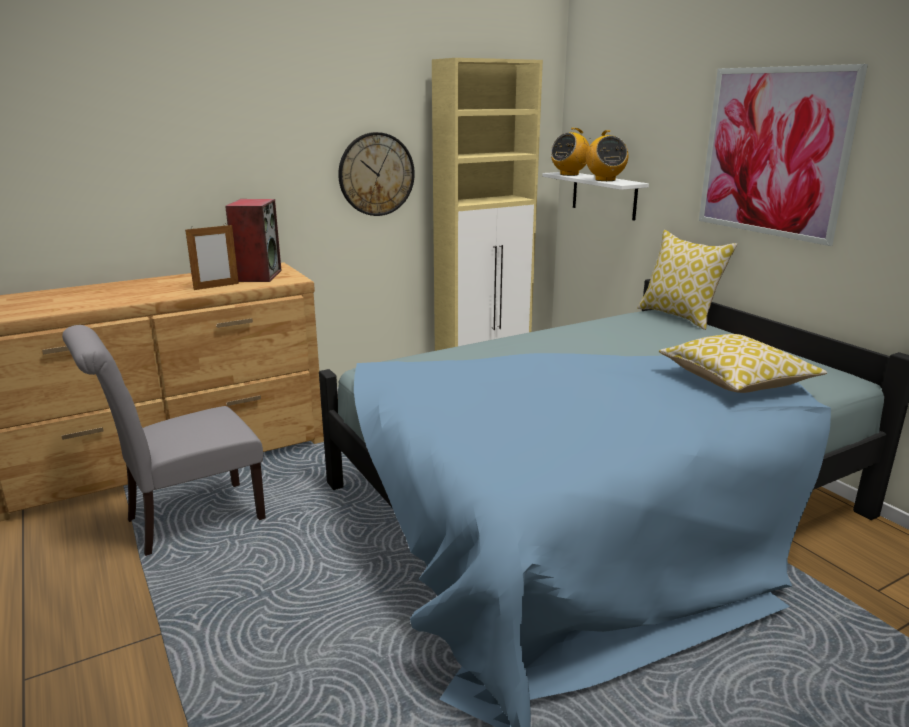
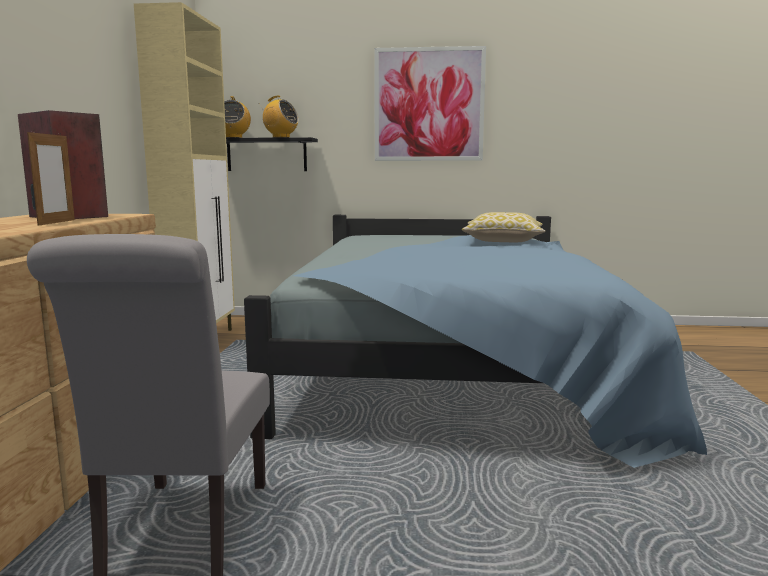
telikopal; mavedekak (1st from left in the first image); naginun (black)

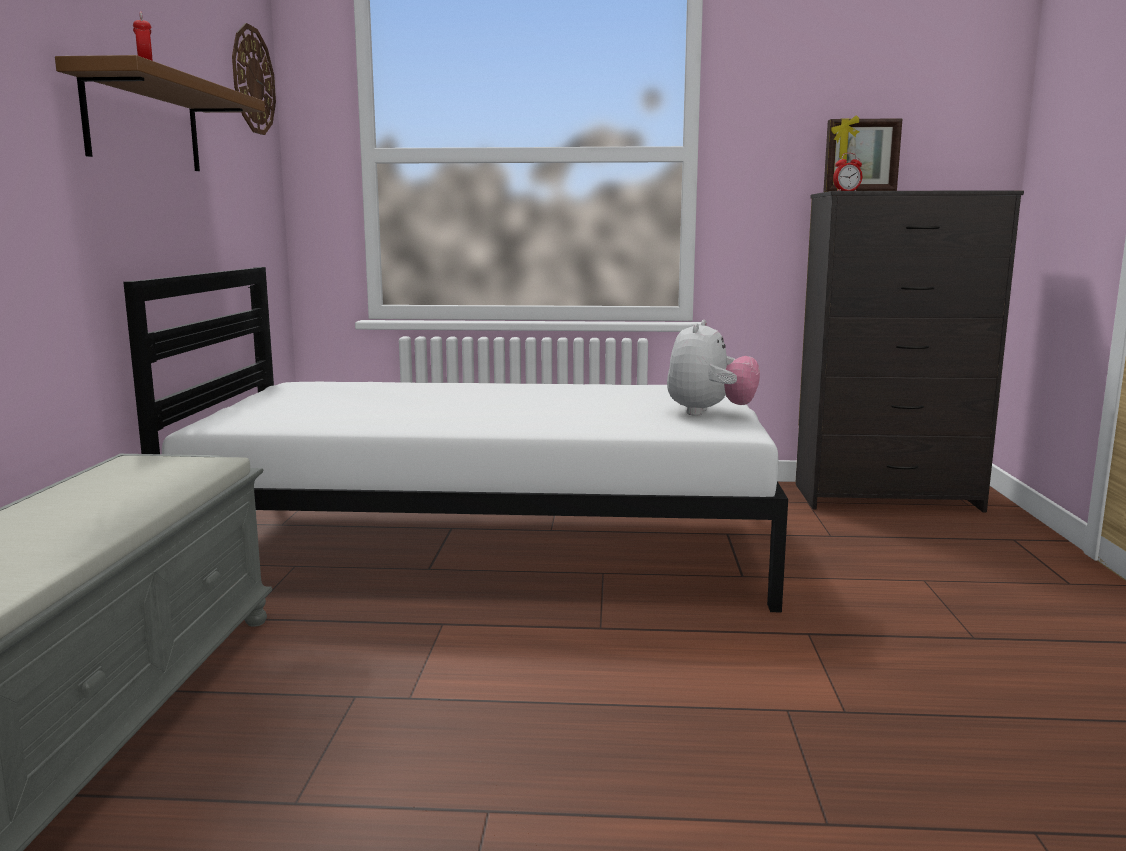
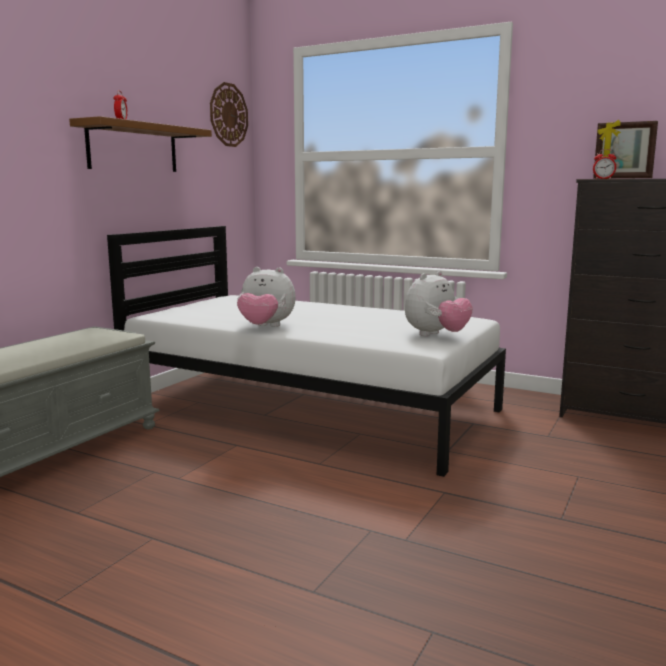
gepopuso (1st from left)

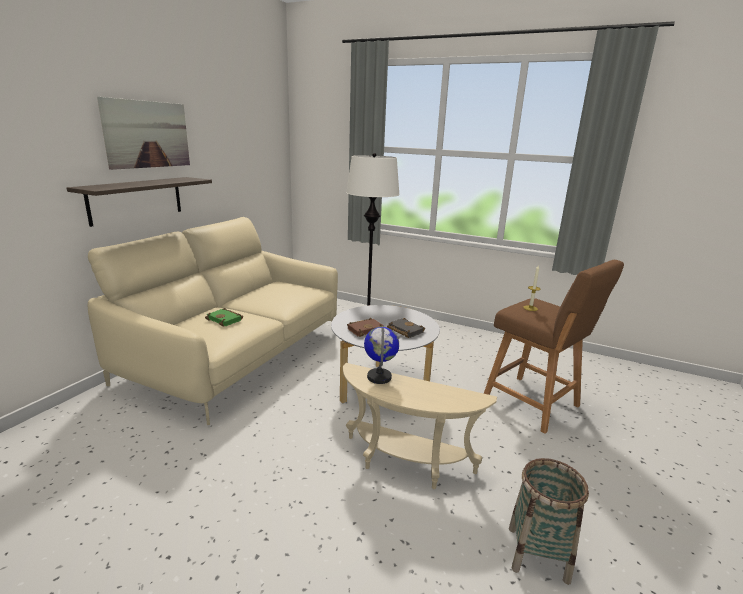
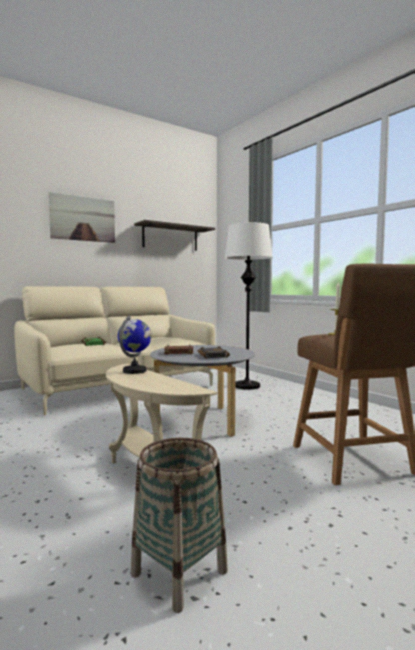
naginun

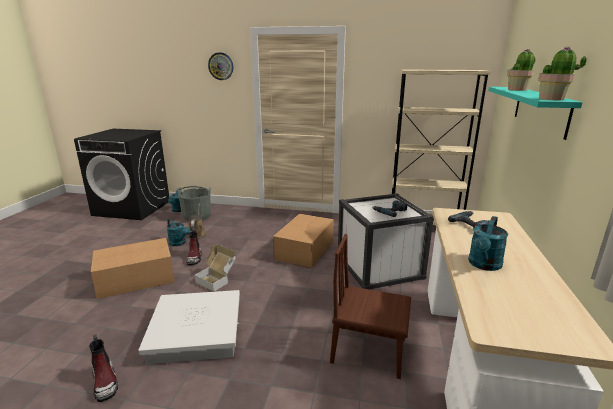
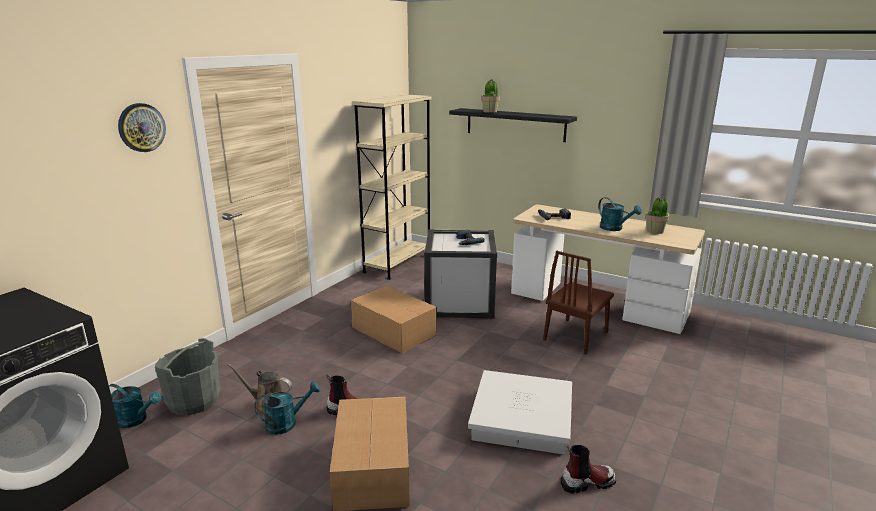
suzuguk (2nd from left in the first image); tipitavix (2nd from left); naginun (black)

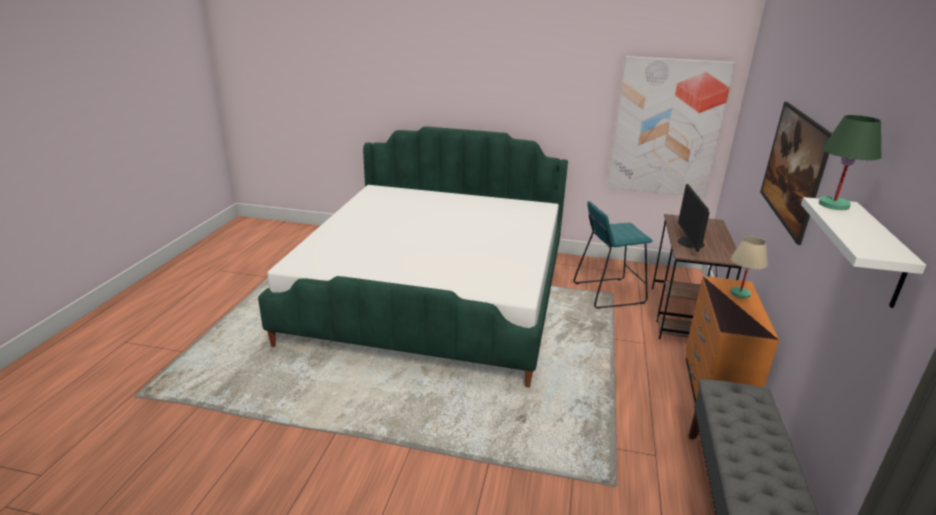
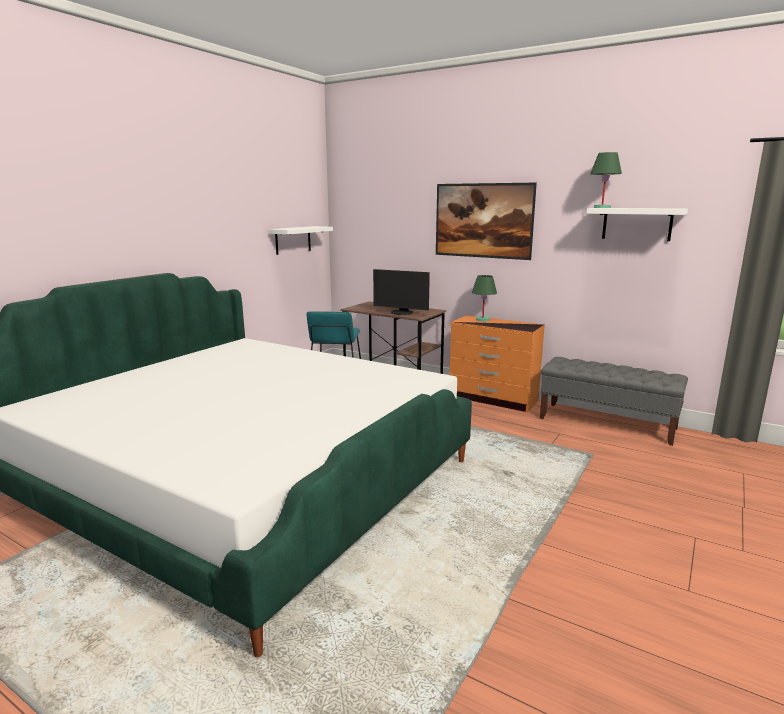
naginun (white) (1st from left); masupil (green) (1st from left)

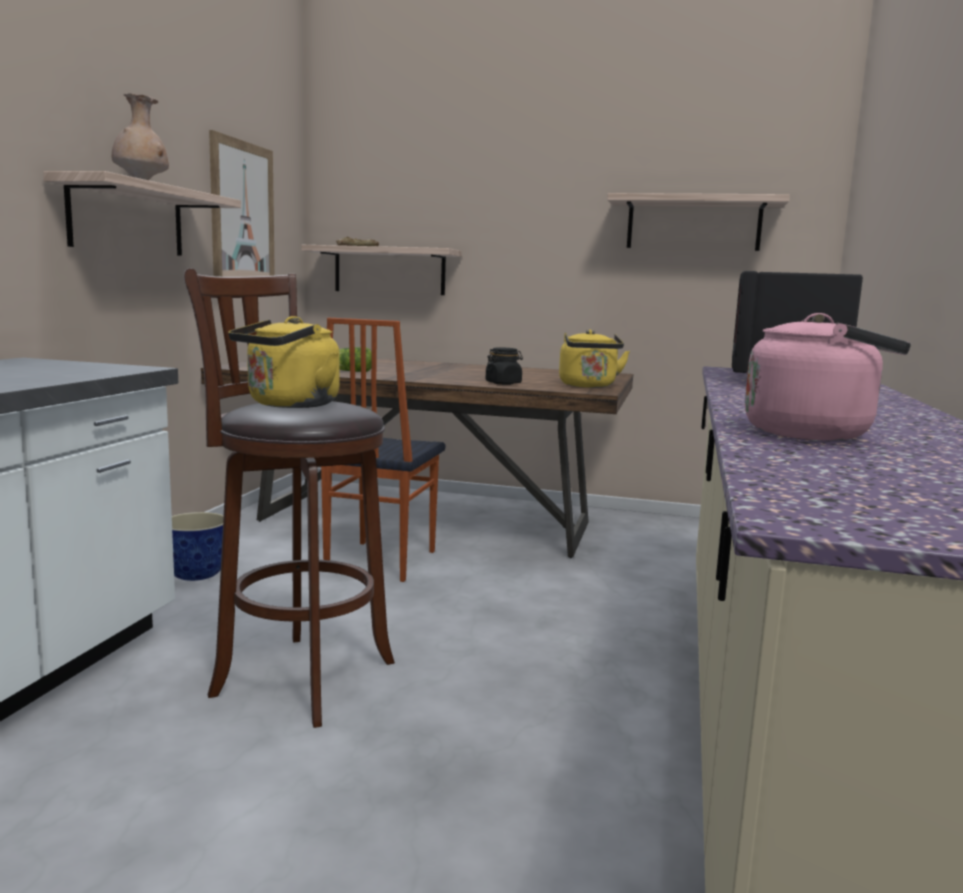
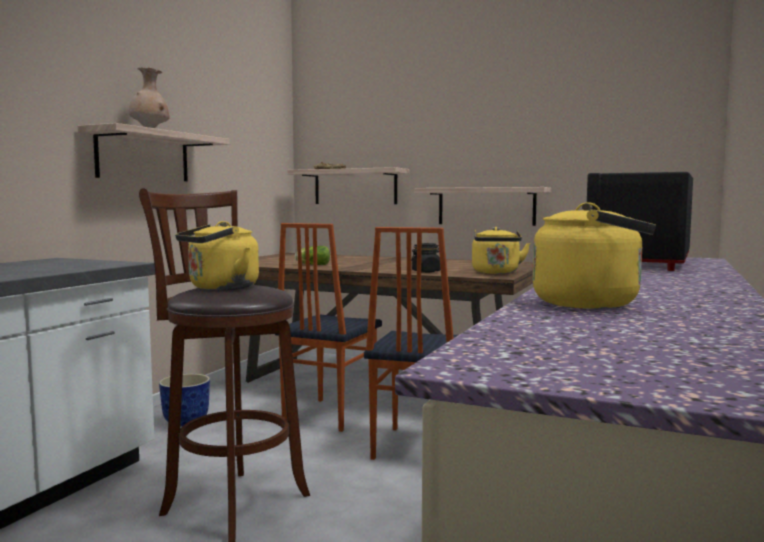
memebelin; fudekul (2nd from left); naginun (3rd from left); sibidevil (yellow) (3rd from left)

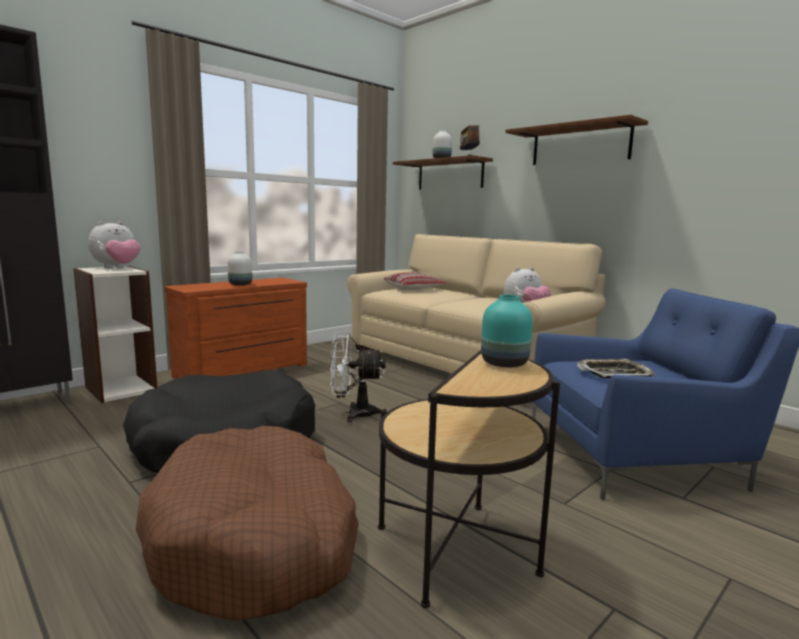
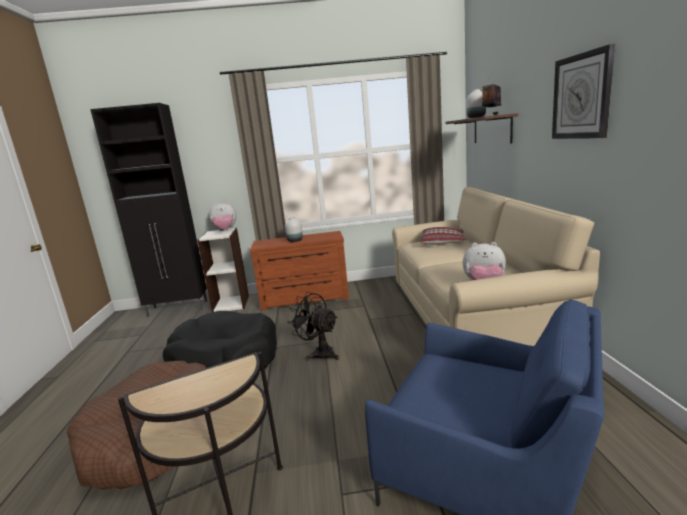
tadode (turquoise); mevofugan; telikopal; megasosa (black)

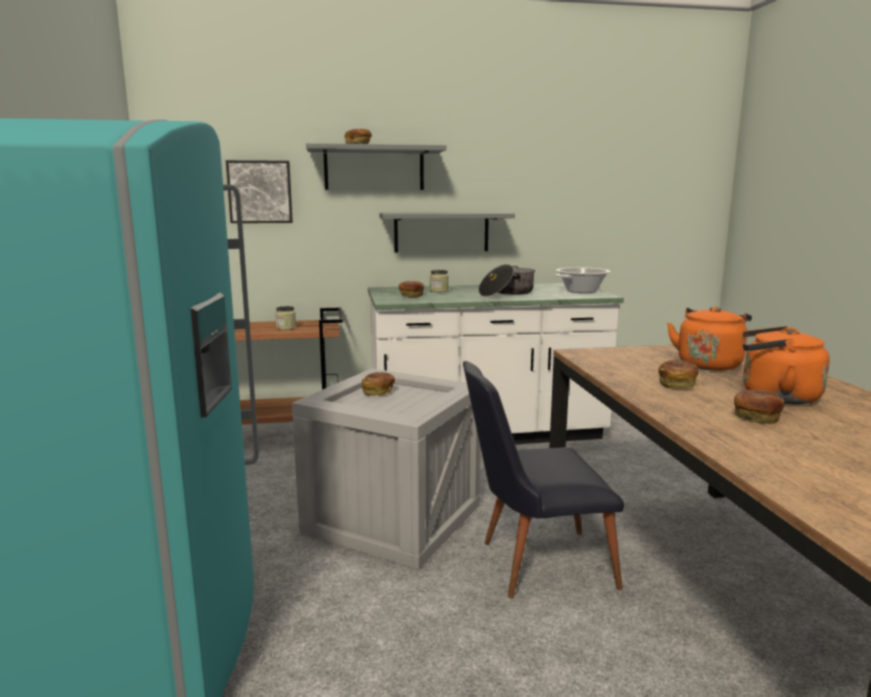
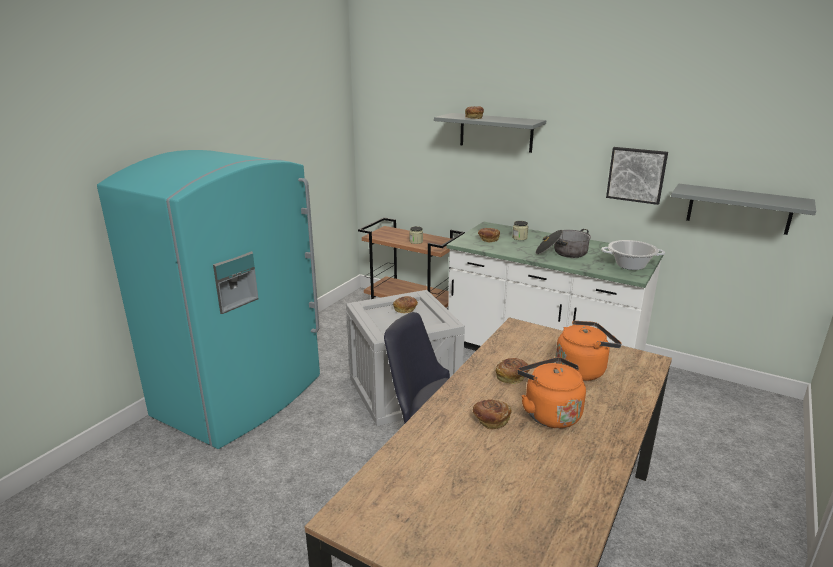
memebelin; naginun (grey) (2nd from left)

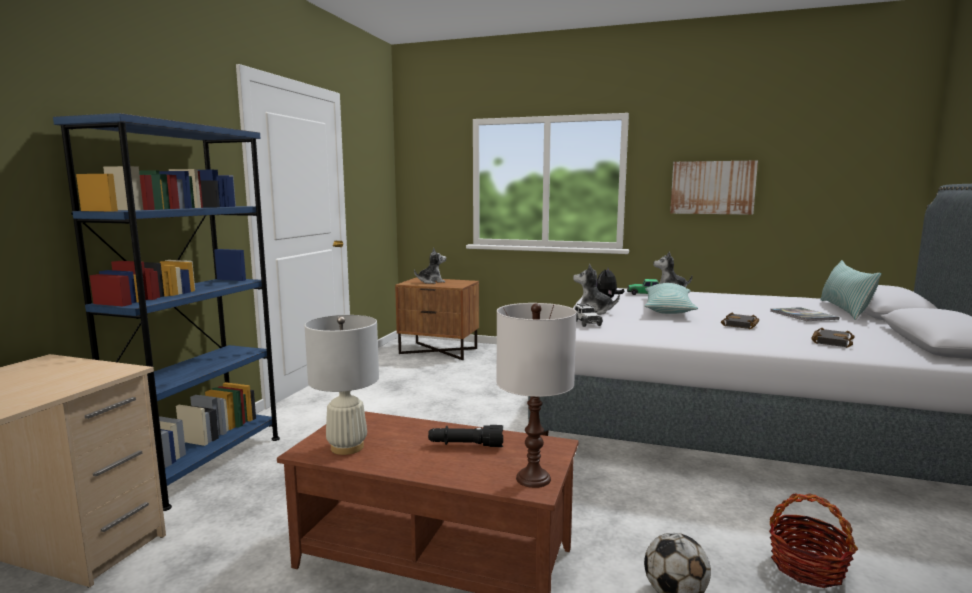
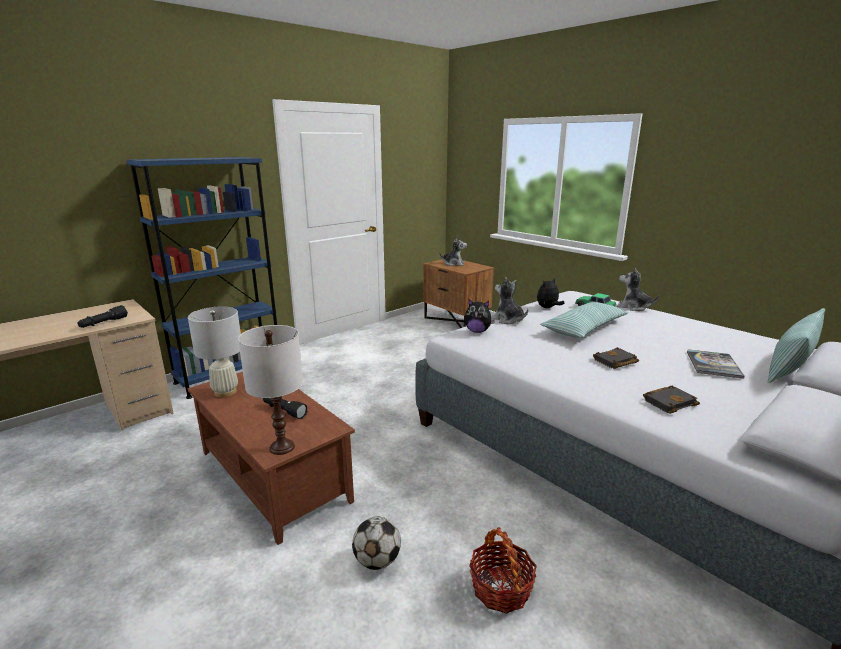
memebelin; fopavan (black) (1st from left); gepopuso (2nd from left)

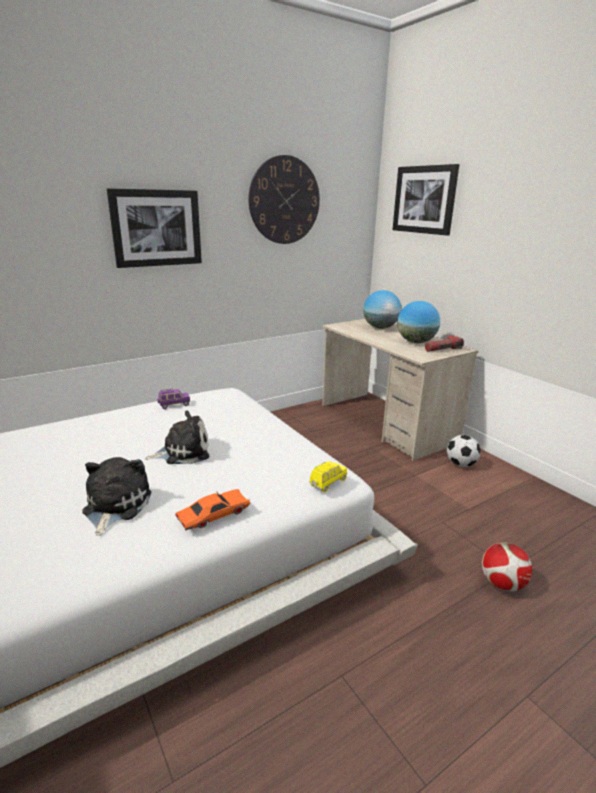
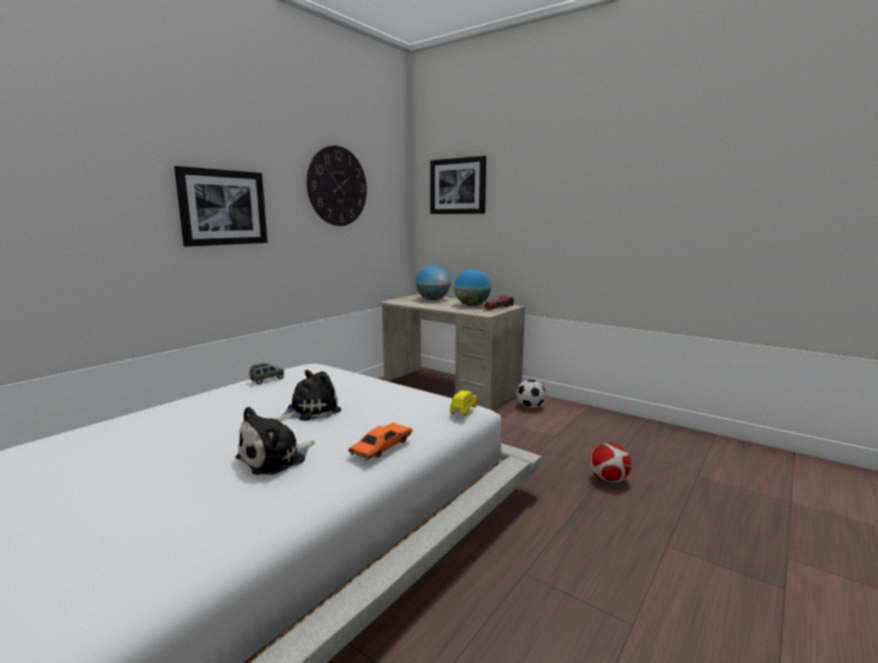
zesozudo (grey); gepopuso (1st from left)

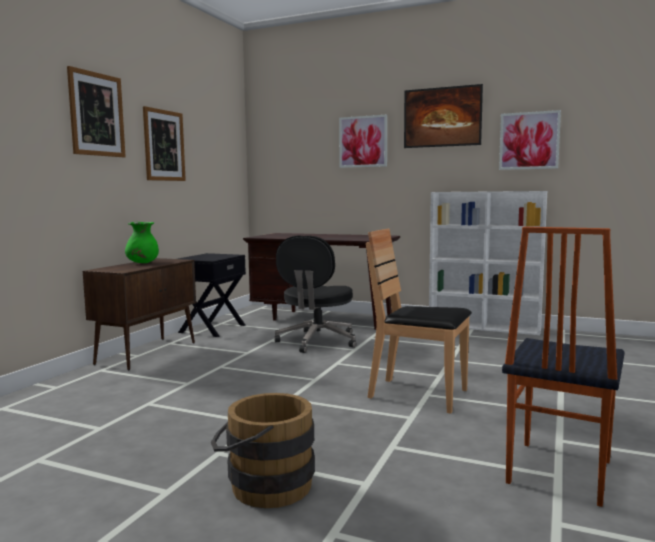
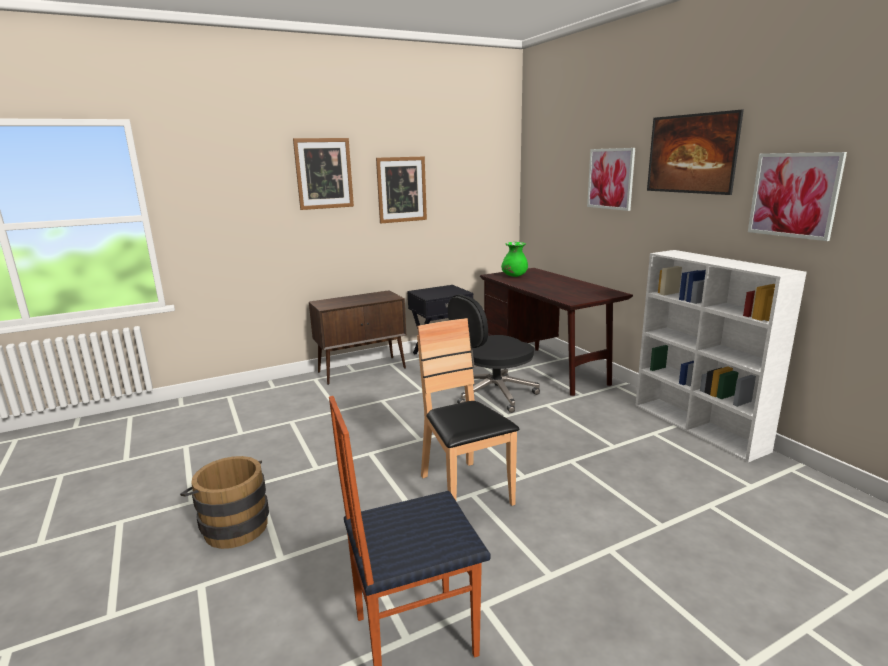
tadode (green)

